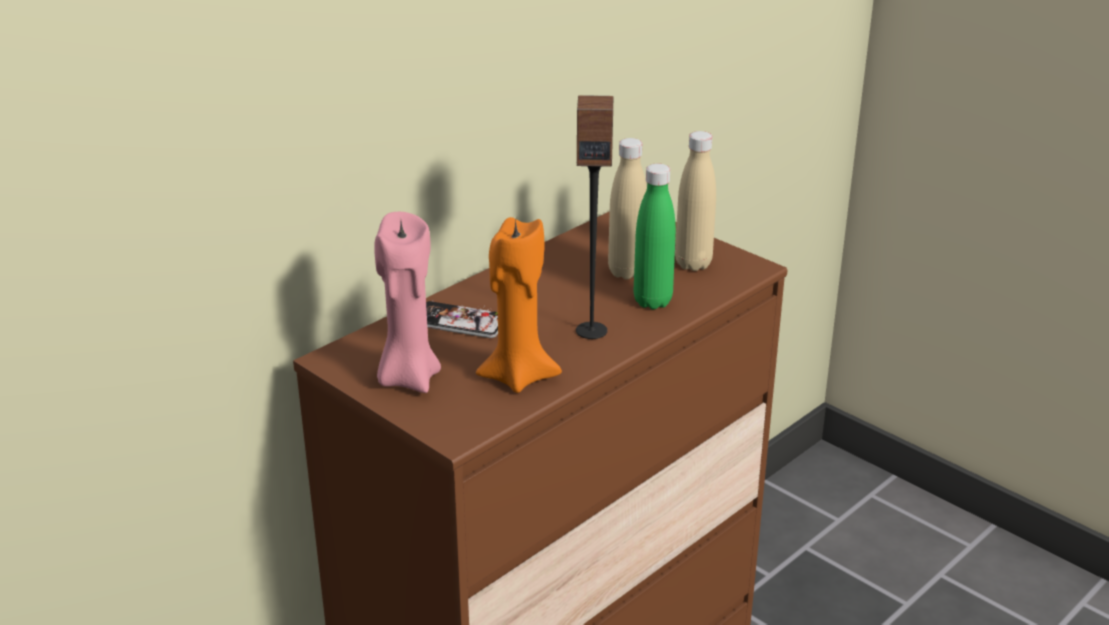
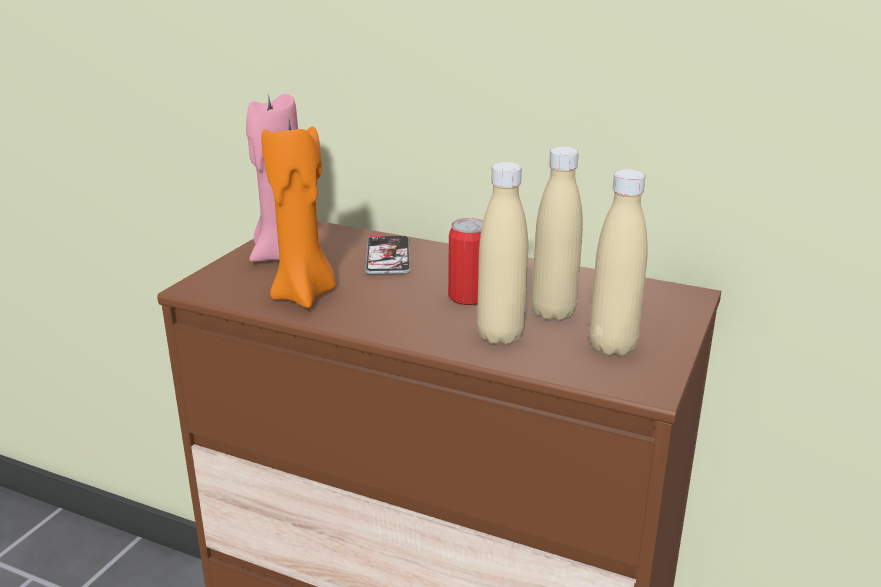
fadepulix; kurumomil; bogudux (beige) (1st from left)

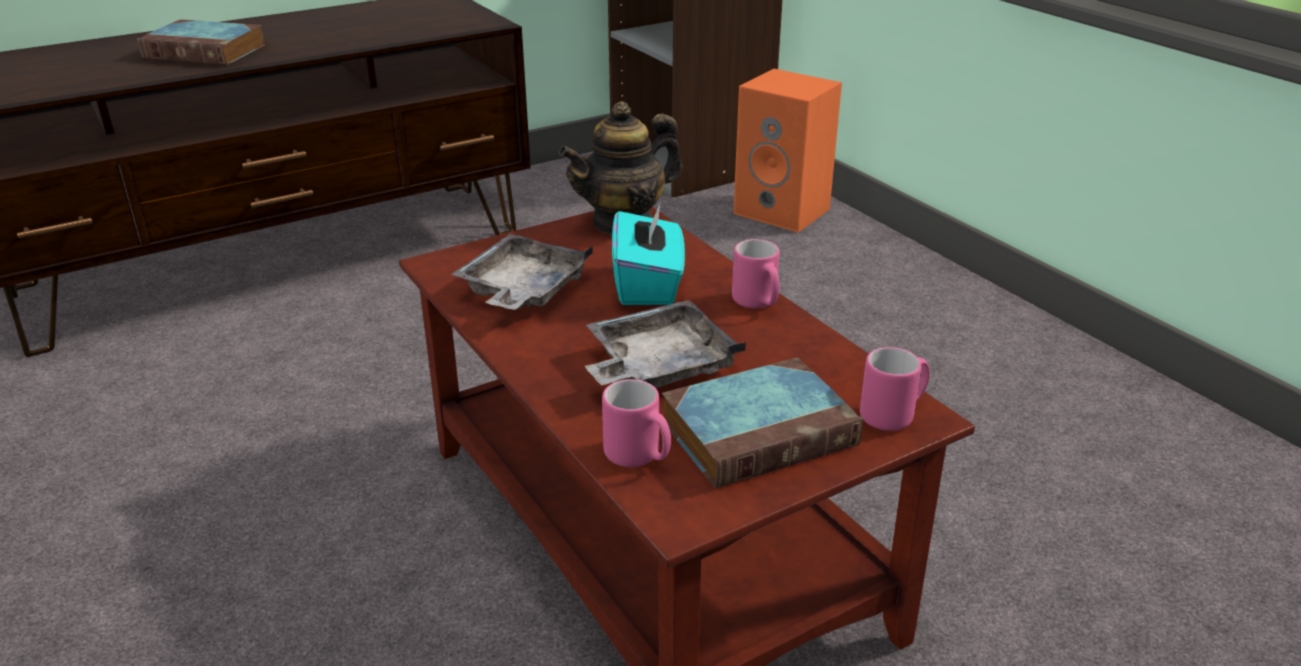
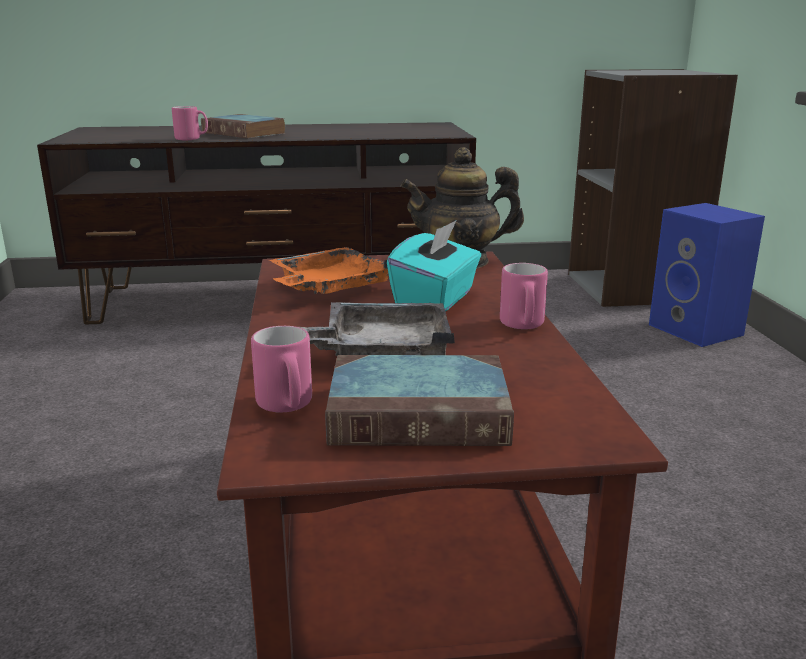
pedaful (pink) (1st from left); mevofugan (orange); fadepulix (blue)

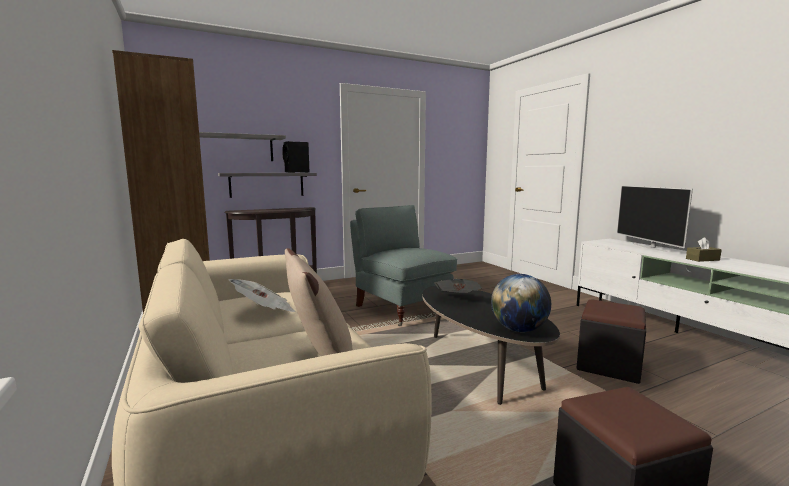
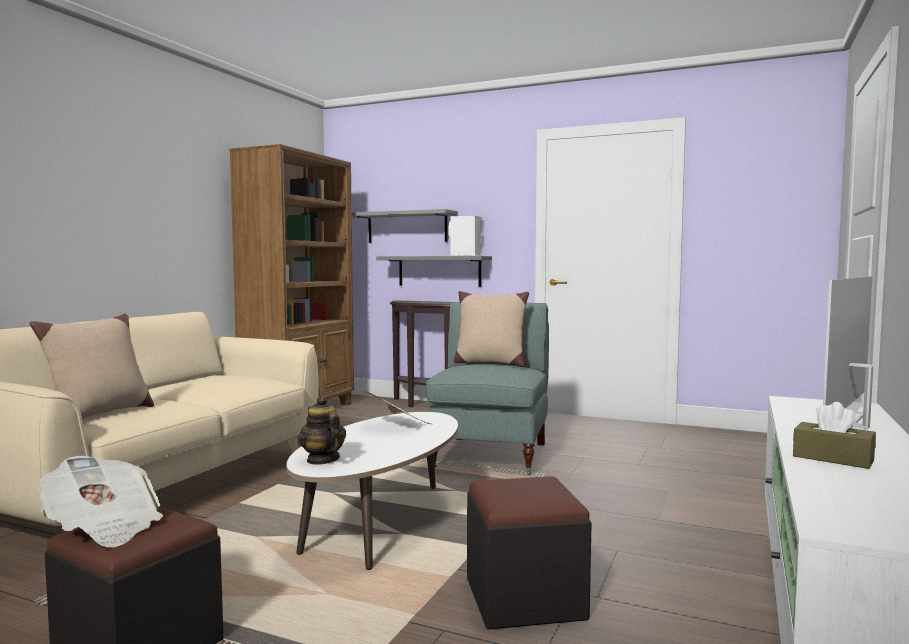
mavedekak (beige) (2nd from left); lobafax (1st from left); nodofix; fadepulix (white); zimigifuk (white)

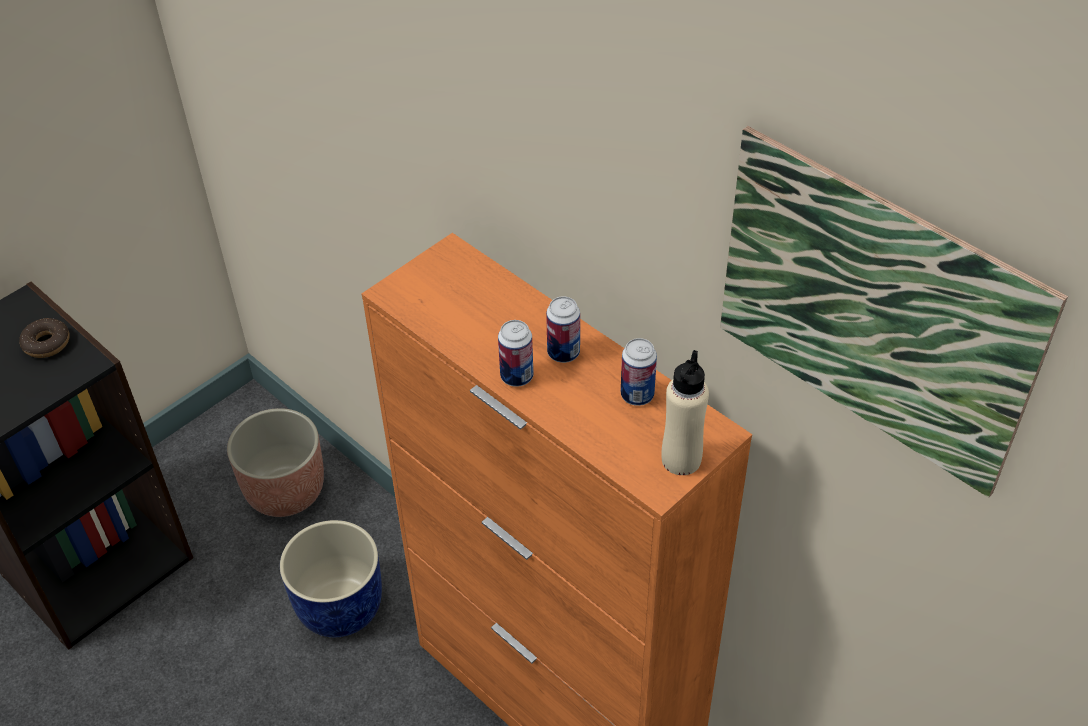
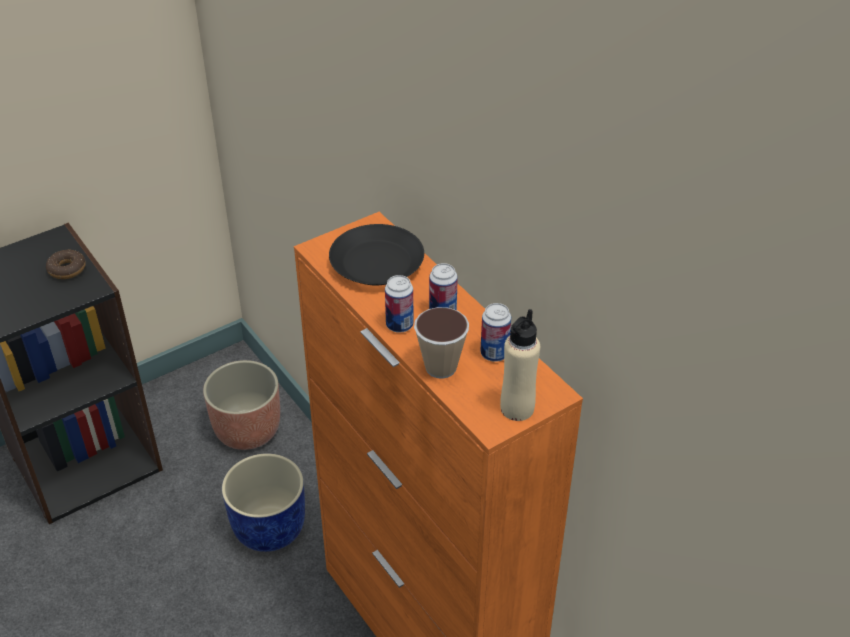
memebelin; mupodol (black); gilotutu

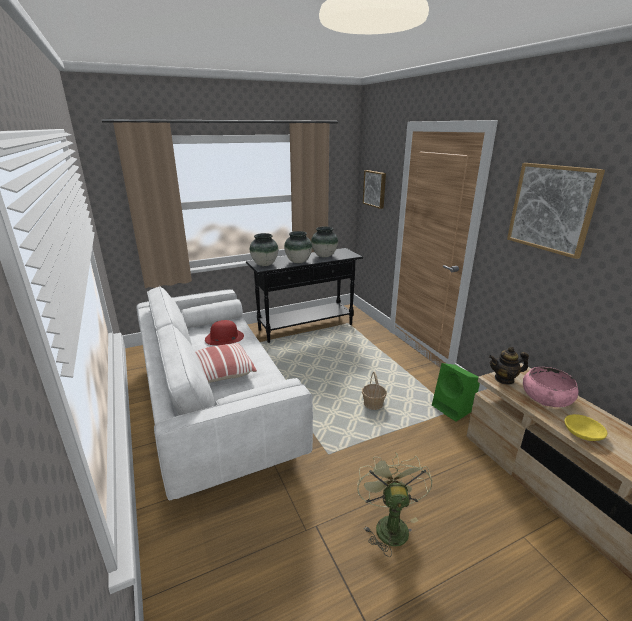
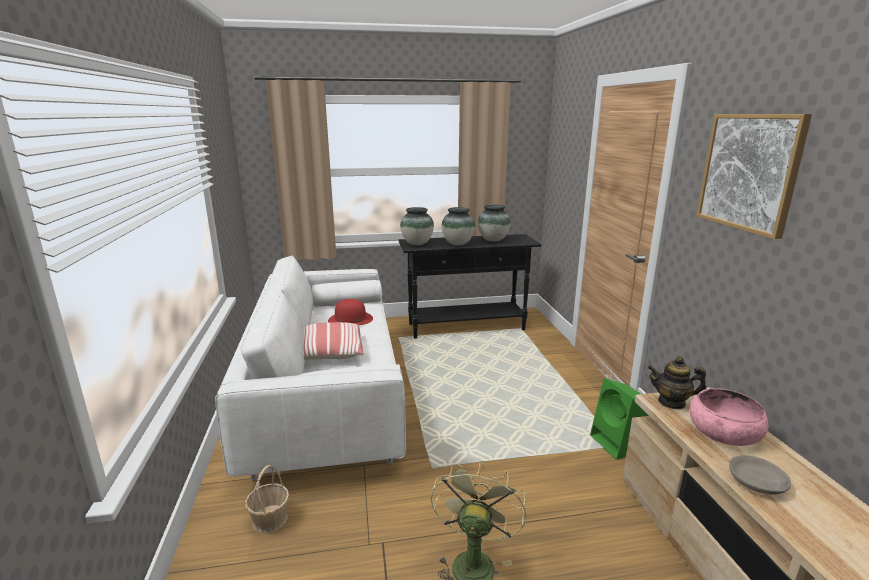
memebelin (1st from left in the first image); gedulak; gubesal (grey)

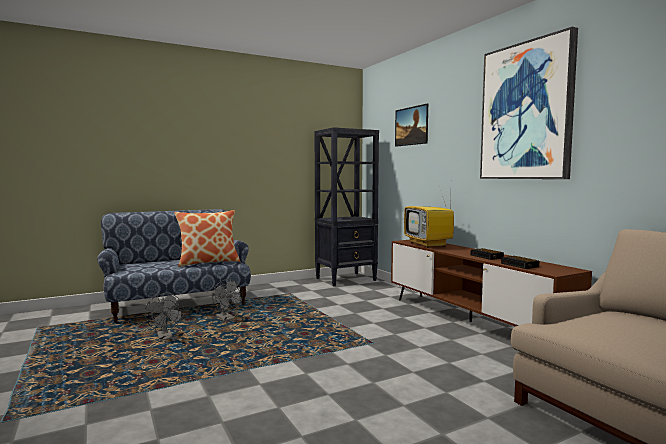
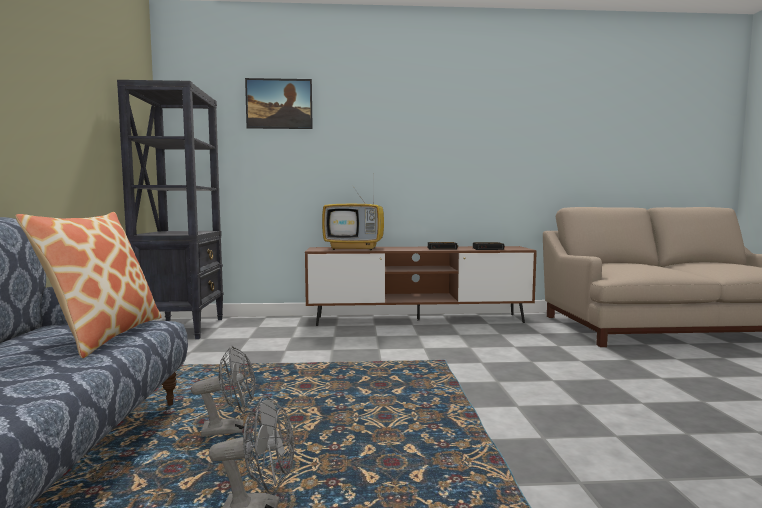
memebelin (2nd from left in the first image)

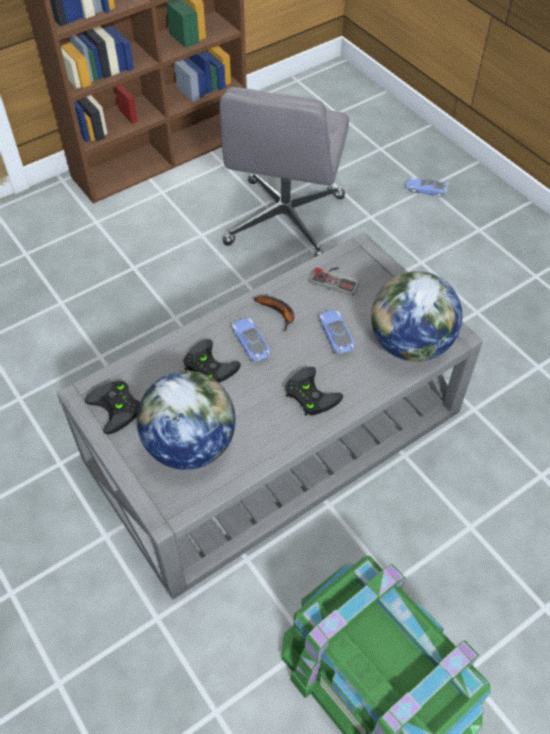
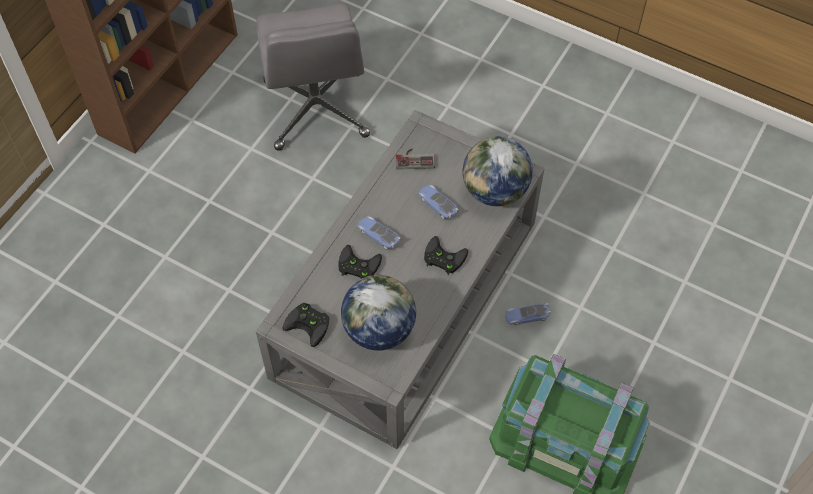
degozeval; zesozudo (3rd from left)

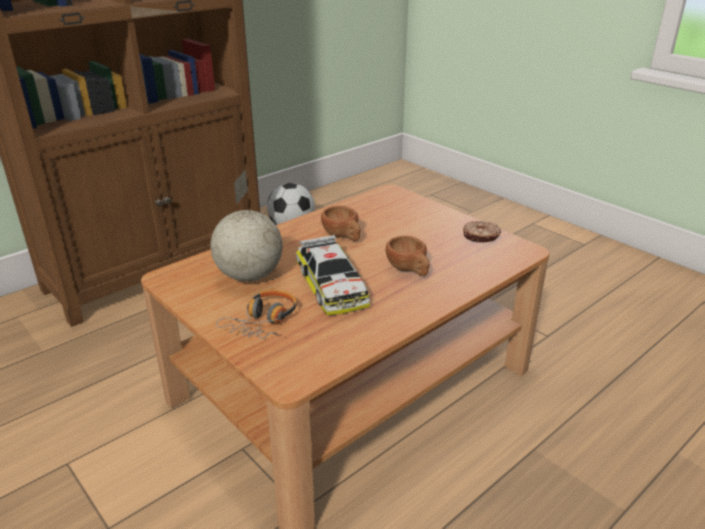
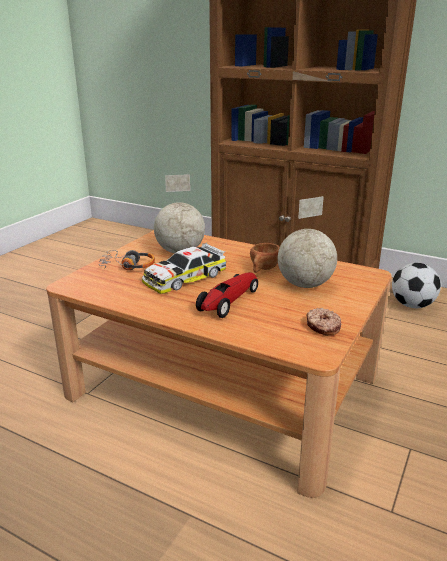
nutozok (2nd from left); zesozudo (2nd from left)

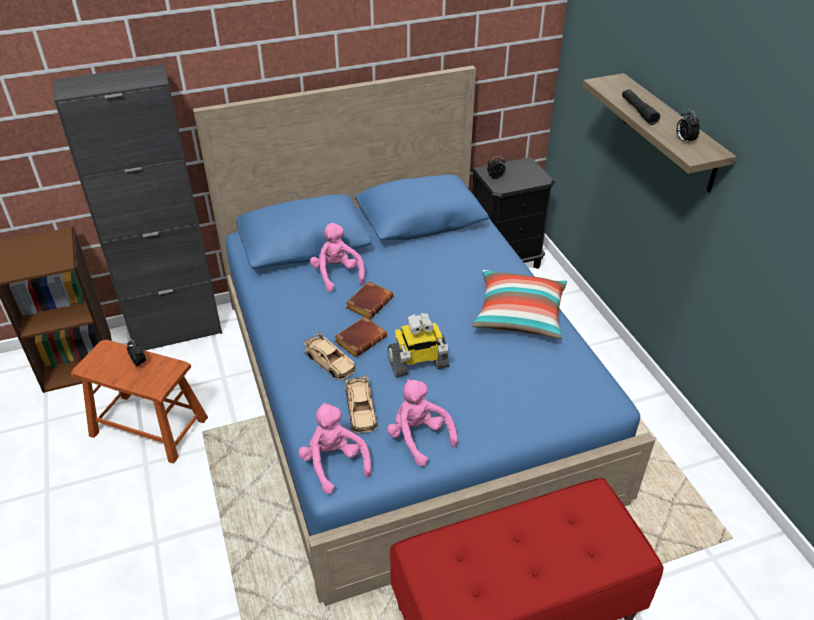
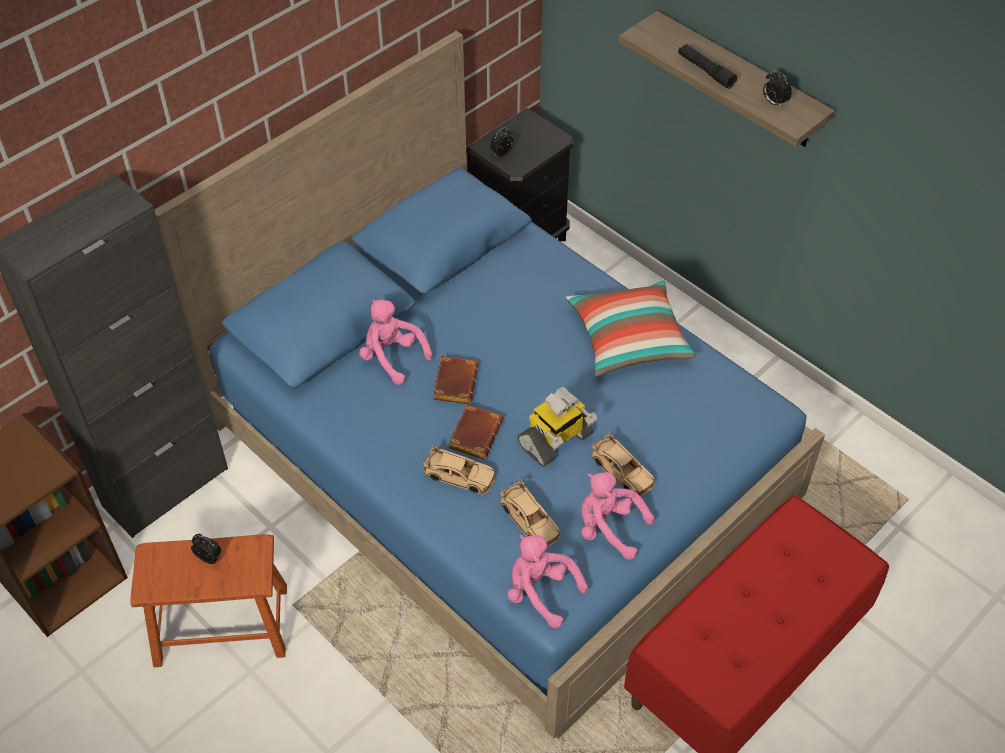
zesozudo (beige) (3rd from left)

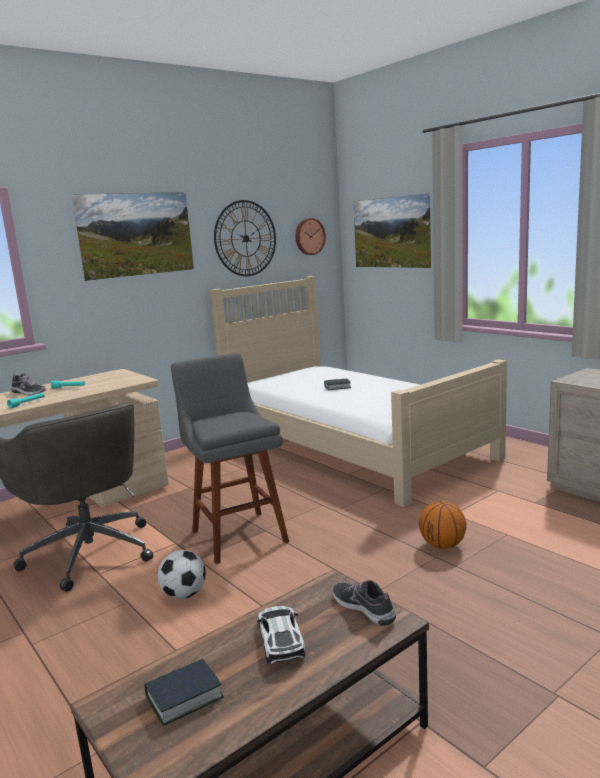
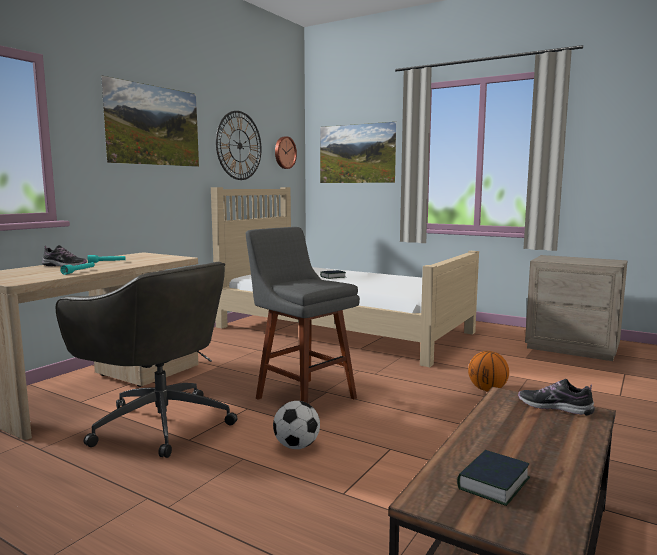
zesozudo

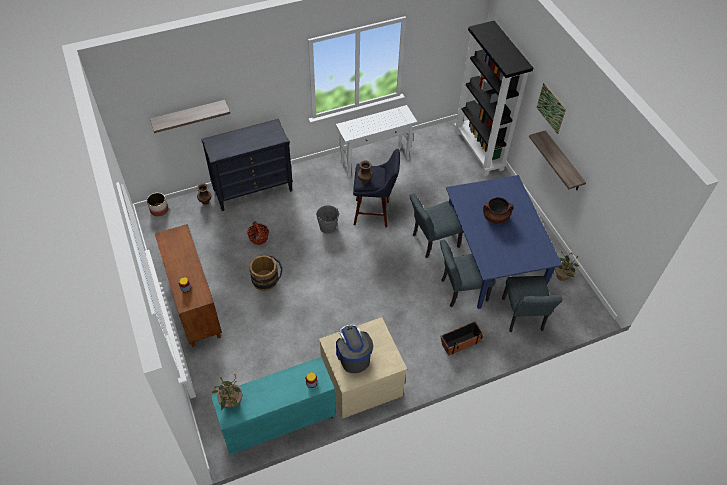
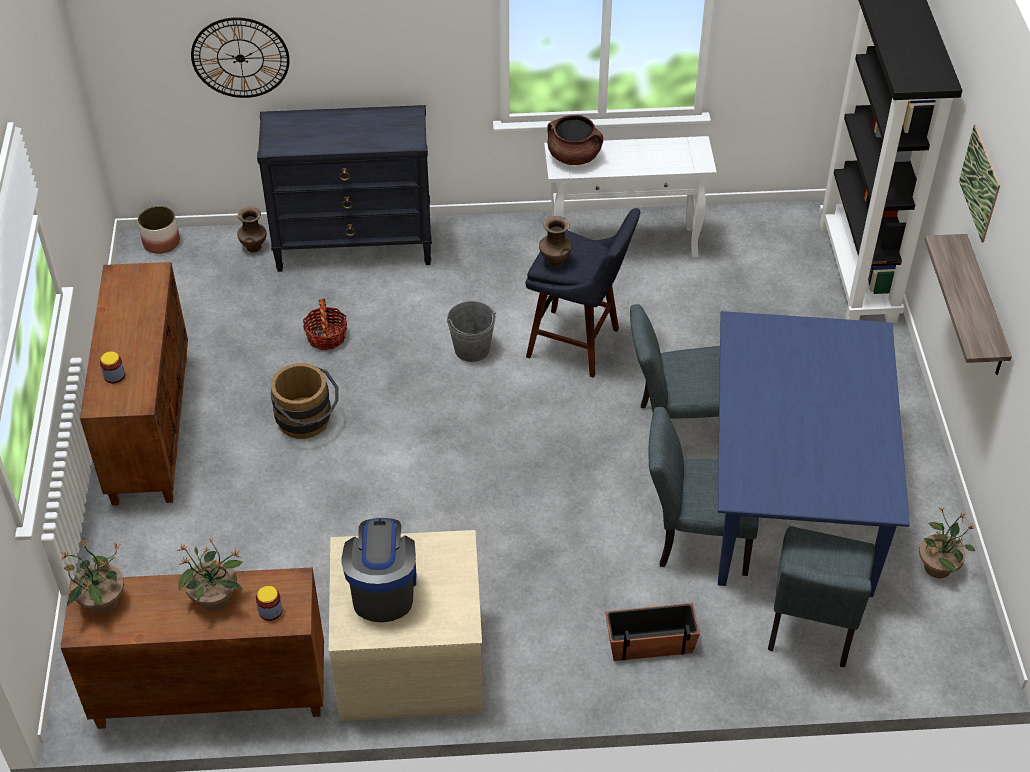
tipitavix (2nd from left); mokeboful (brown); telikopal; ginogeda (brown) (2nd from left)

